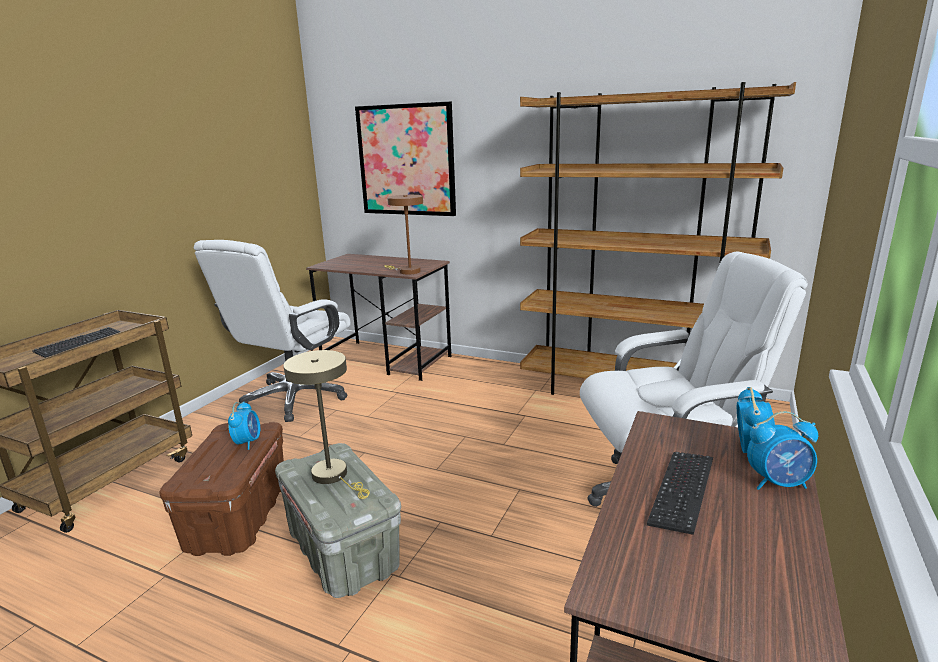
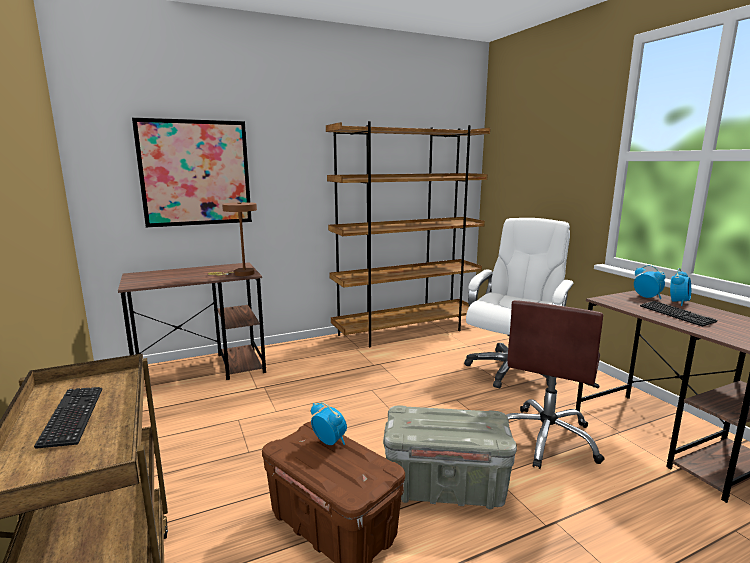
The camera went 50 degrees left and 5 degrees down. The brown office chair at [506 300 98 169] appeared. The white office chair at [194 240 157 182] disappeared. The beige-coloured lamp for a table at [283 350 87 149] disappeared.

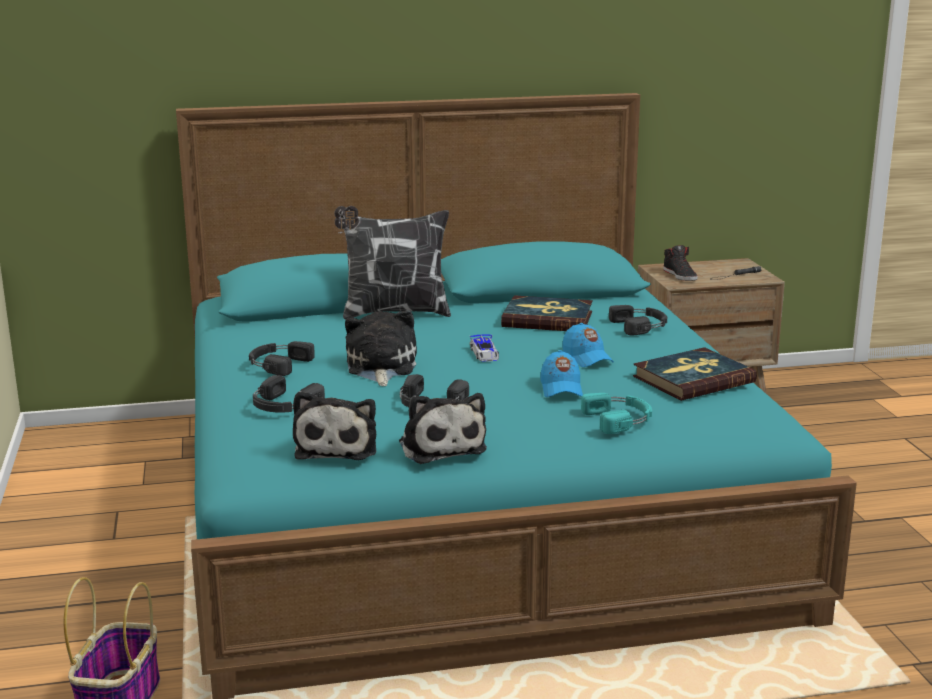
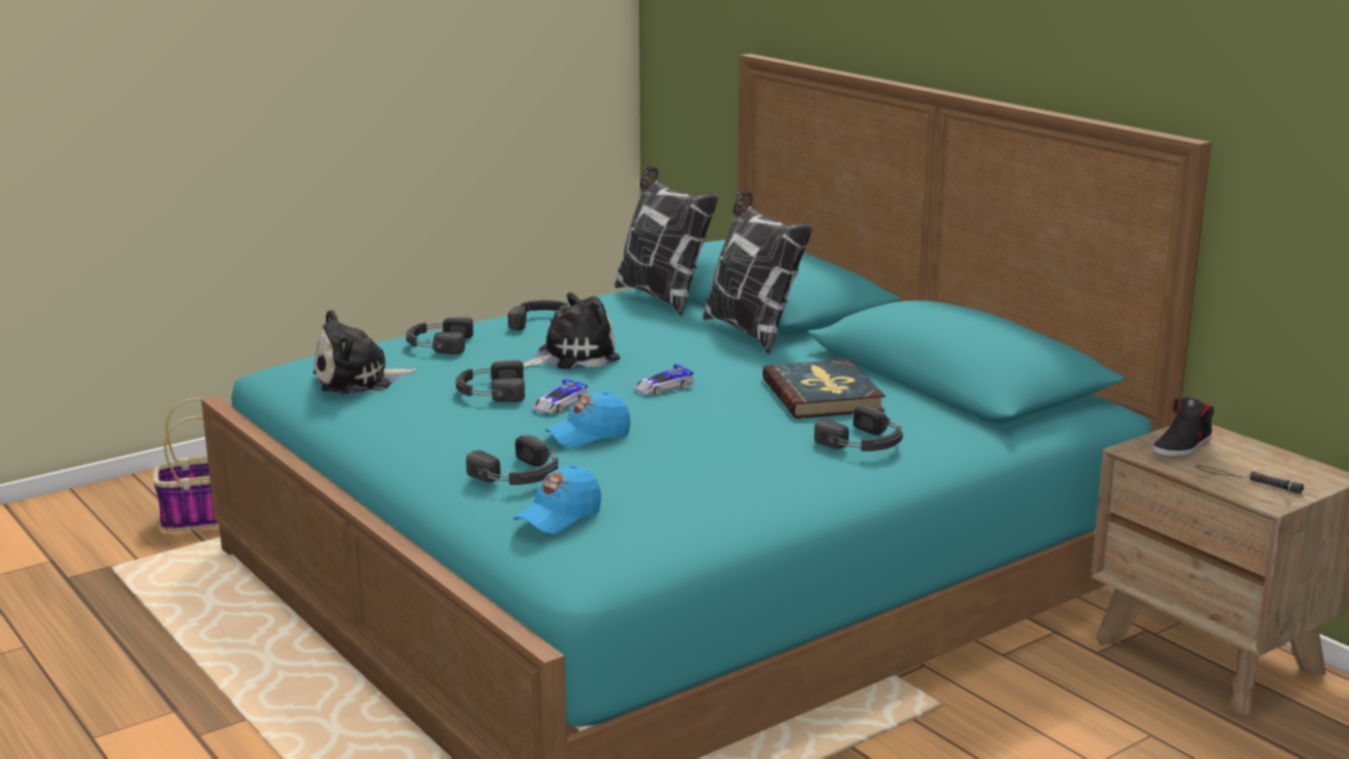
The camera went 65 degrees right and 0 degrees up. The turquoise-coloured pair of headphones at [581 393 71 41] became the blackish pair of headphones at [466 435 92 50]. The bluish peaked cap moved from [562 323 52 44] to [513 465 88 69]. The miniature car at [533 379 55 35] appeared. The pillow at [615 165 103 151] appeared. The cuddly toy at [399 393 88 71] disappeared. The book at [633 347 124 54] disappeared.

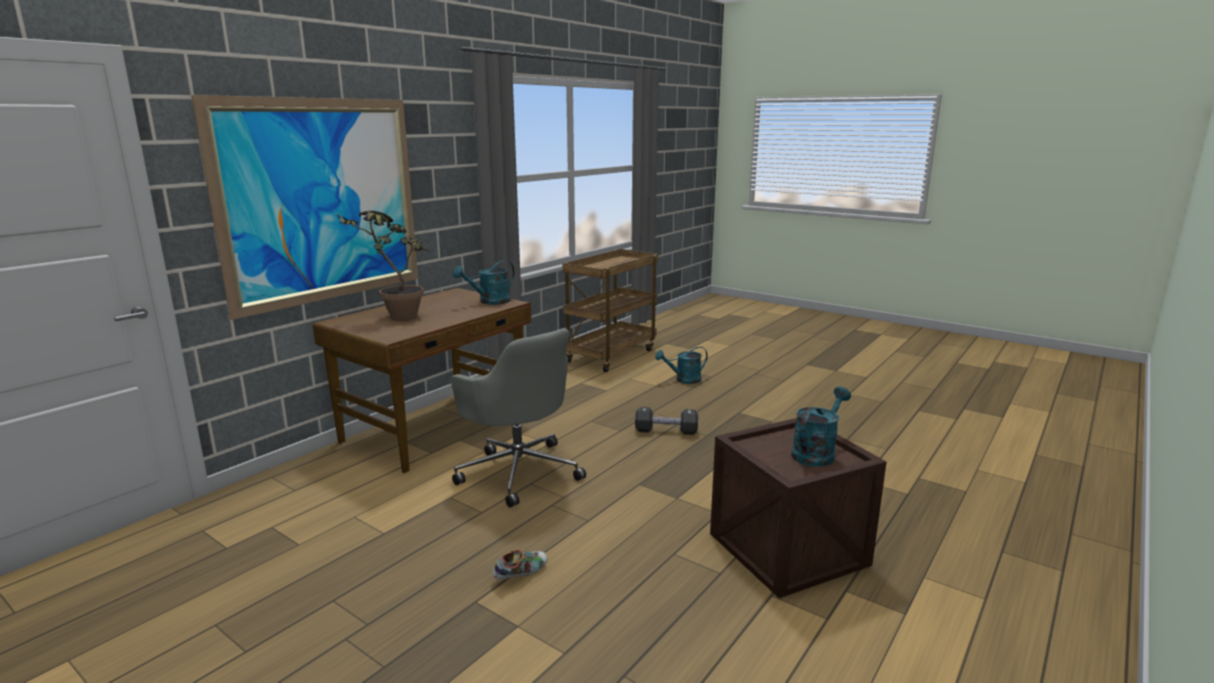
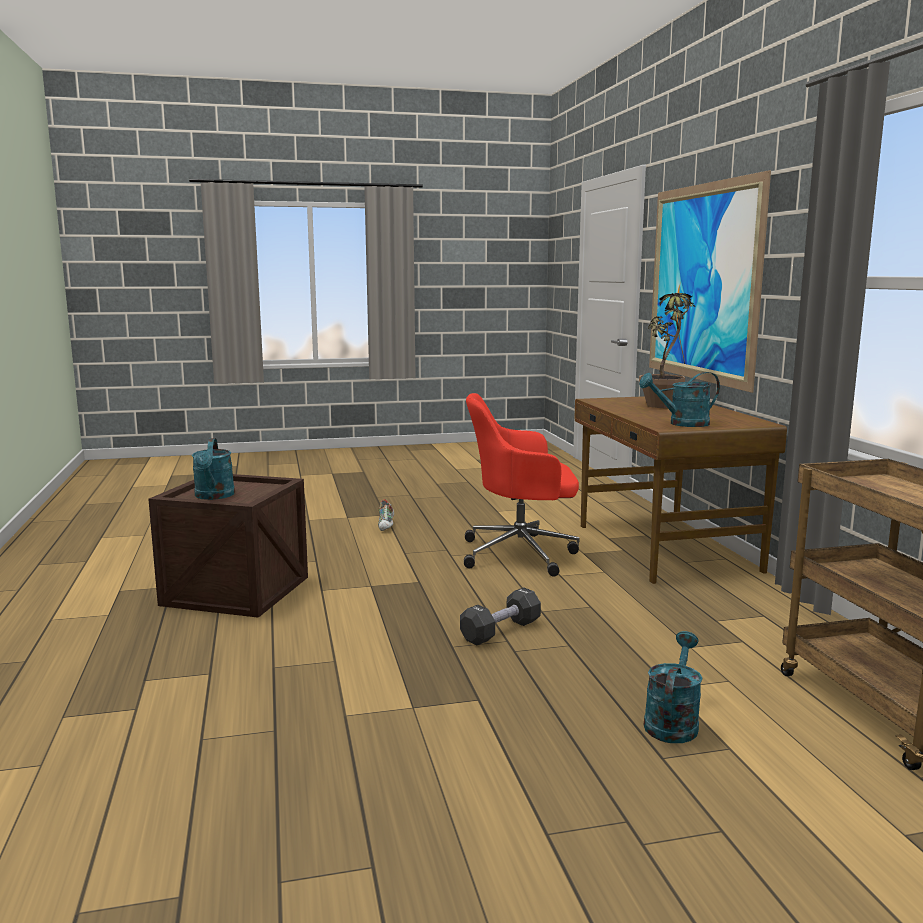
The camera went 130 degrees right and 5 degrees down. The greyish office chair at [451 328 135 179] became the red office chair at [464 393 115 184]. The turquoise-coloured sprinkling can at [453 260 62 45] turned 105 degrees counterclockwise.

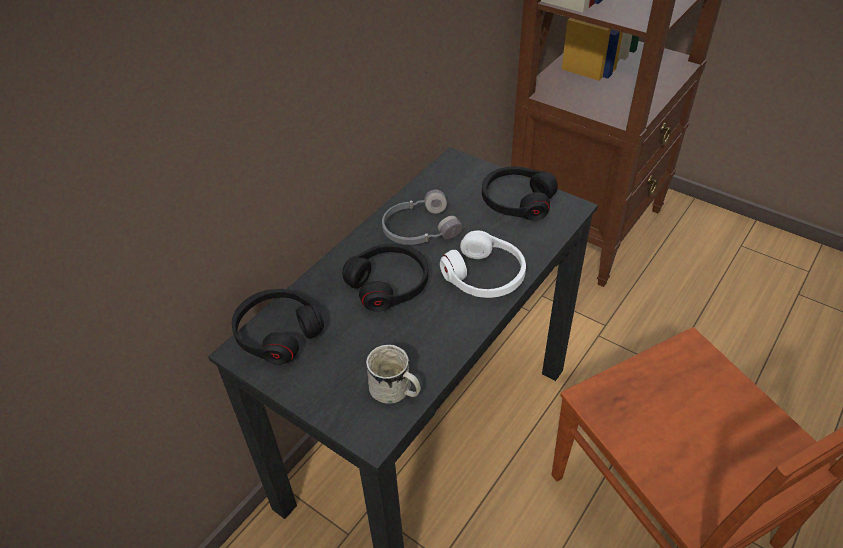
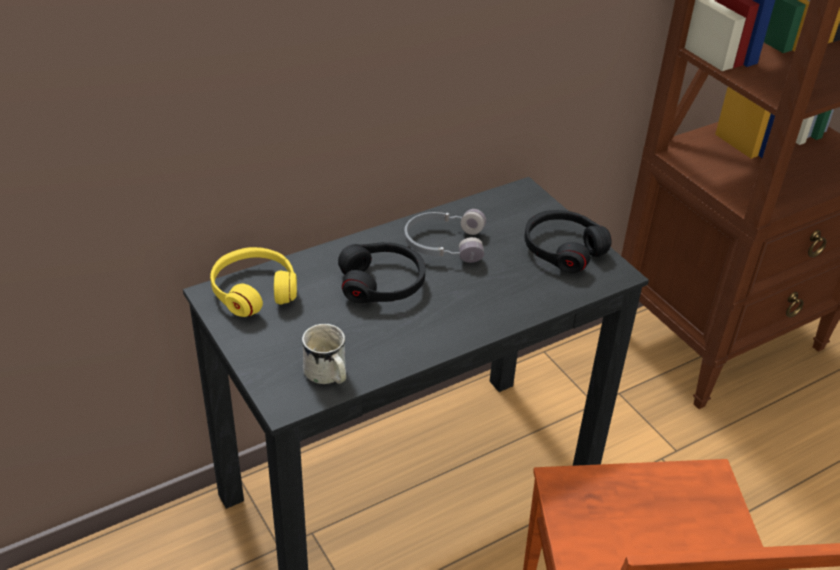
The camera went 20 degrees right and 5 degrees down. The blackish pair of headphones at [232 289 92 76] became the yellow-coloured pair of headphones at [210 247 87 70]. The white pair of headphones at [440 230 86 68] disappeared.

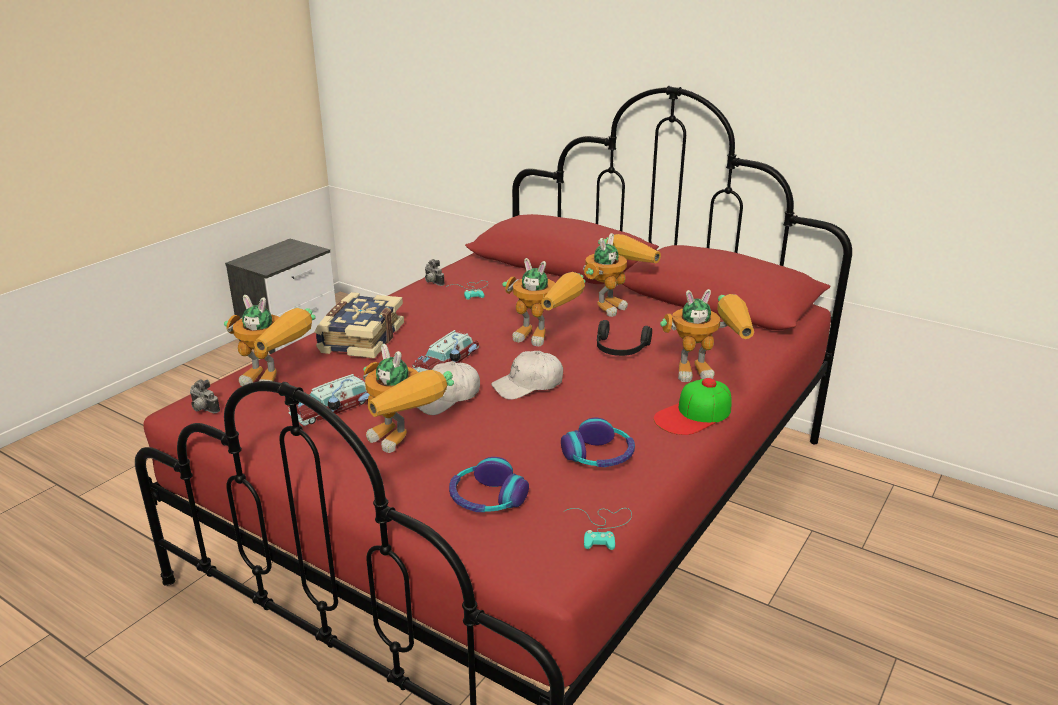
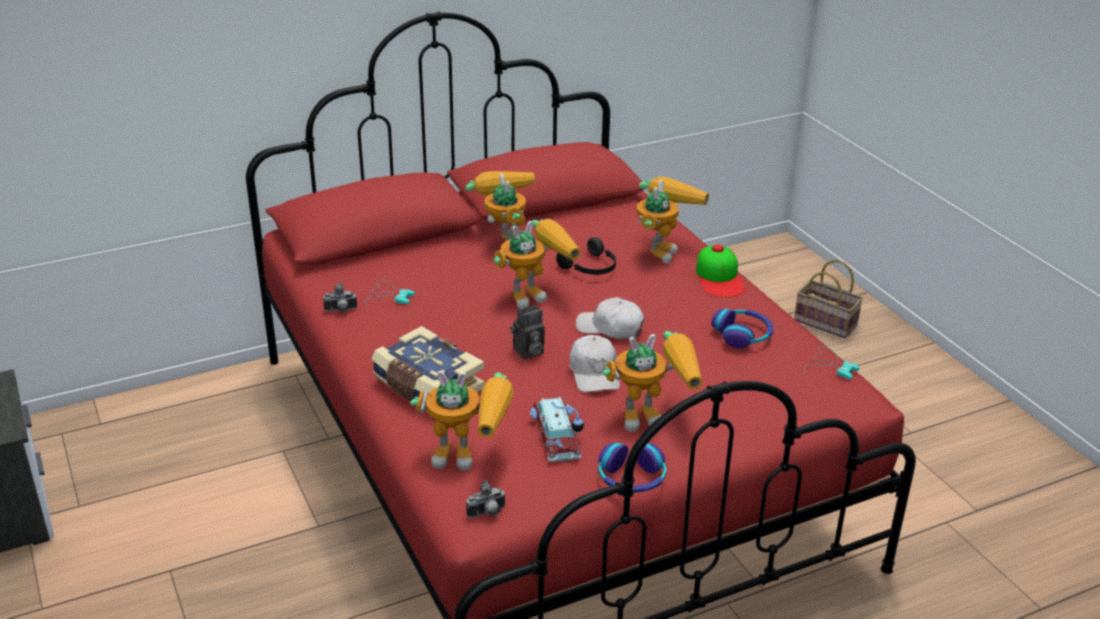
The camera went 60 degrees left and 5 degrees up. The toy robot at [224 295 92 91] turned 45 degrees clockwise. The miniature car at [412 330 67 42] was replaced by the photo camera at [510 305 35 54]. The white peaked cap at [491 351 72 49] turned 105 degrees clockwise. The pair of headphones moved from [449 457 80 55] to [598 443 69 50]. The household basket at [794 259 70 79] appeared.

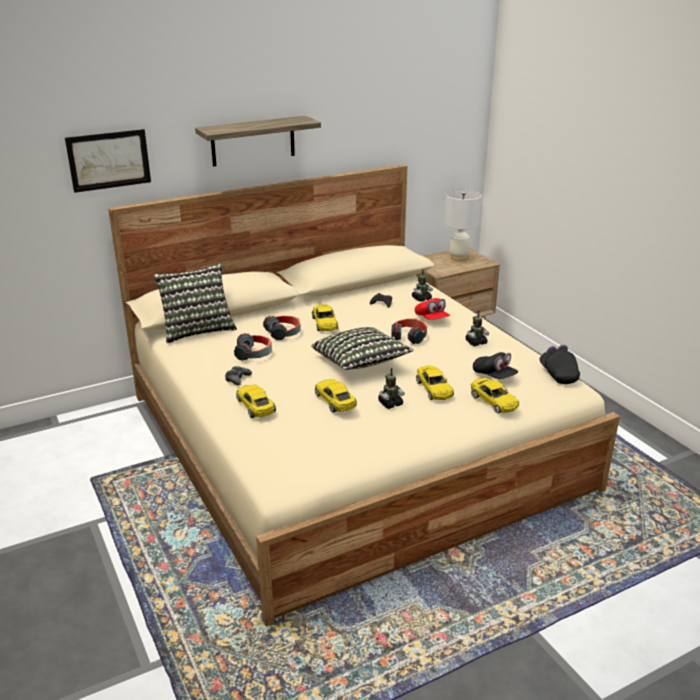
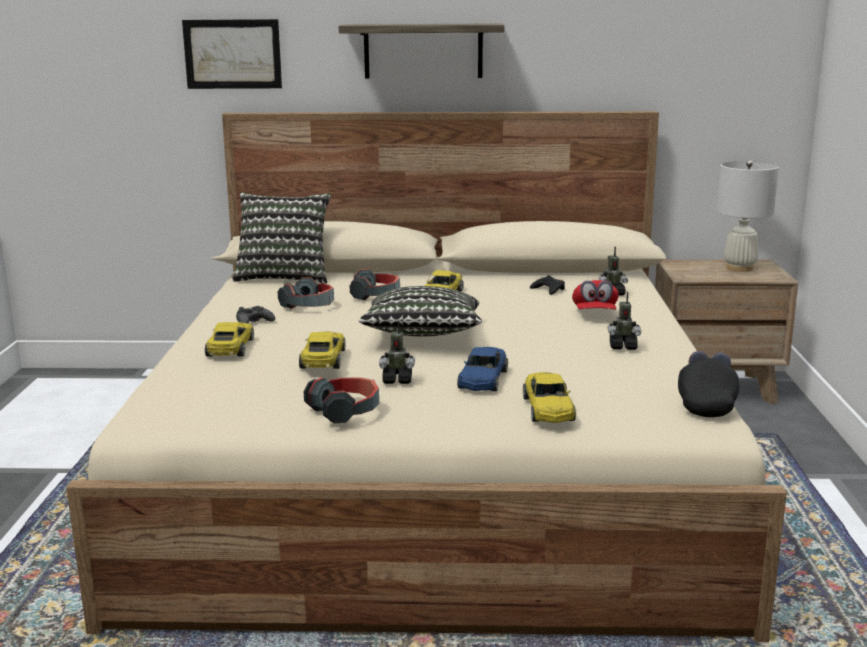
The camera went 30 degrees right and 10 degrees down. The pair of headphones moved from [391 318 36 26] to [304 377 75 47]. The yellow-coloured miniature car at [416 366 38 34] became the bluish miniature car at [457 347 51 44]. The blackish peaked cap at [473 352 45 27] disappeared.

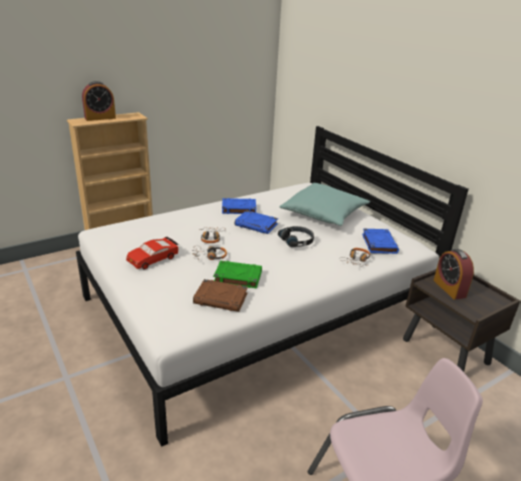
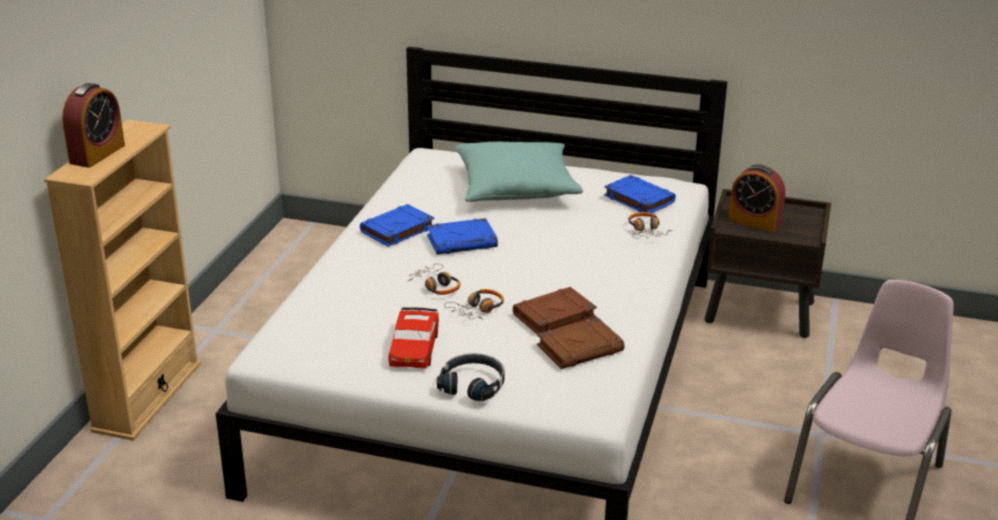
The camera went 40 degrees left and 0 degrees up. The blackish pair of headphones moved from [278 226 36 21] to [437 353 67 48]. The green-coloured book at [213 261 49 27] became the brown book at [513 287 84 47].

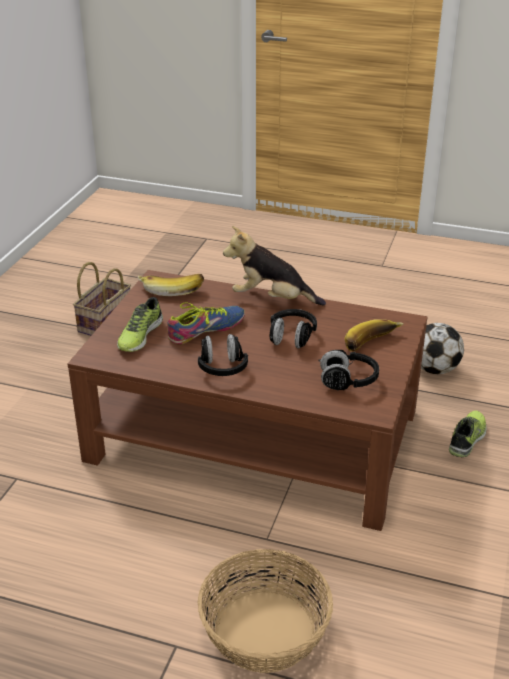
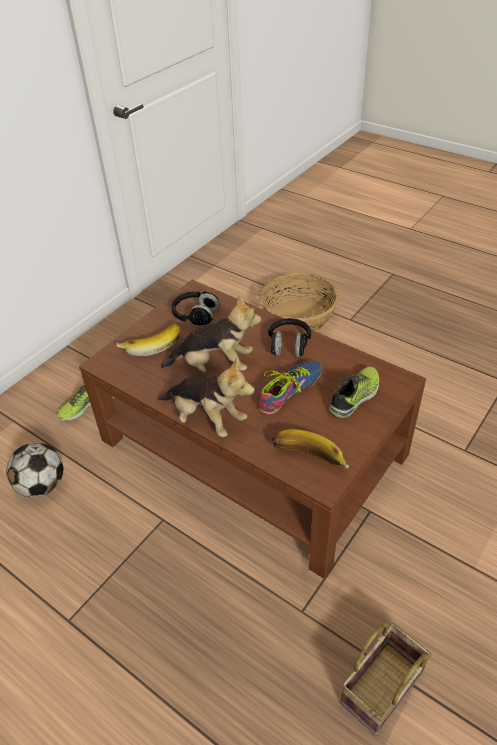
The camera went 160 degrees left and 10 degrees up. The blackish pair of headphones at [270 309 47 40] was replaced by the cuddly toy at [161 295 100 77]. The low shoe at [167 302 78 42] turned 150 degrees clockwise.

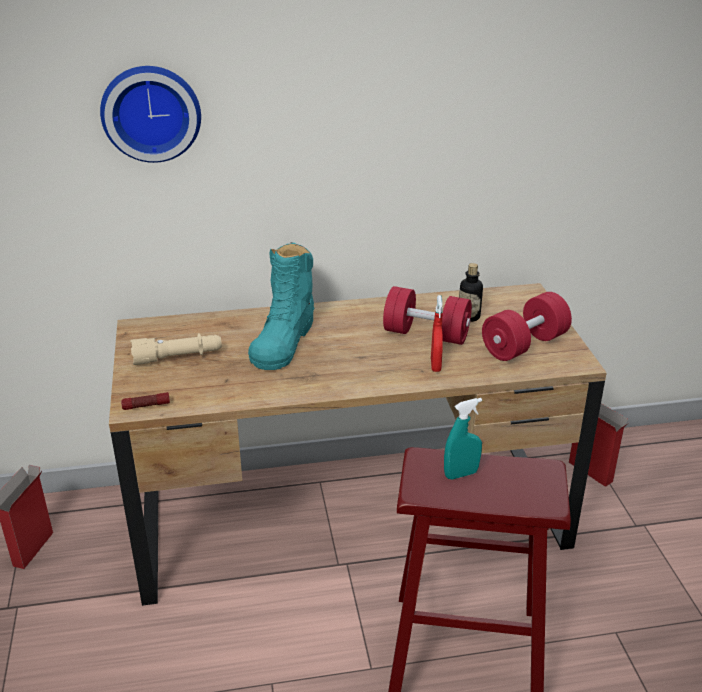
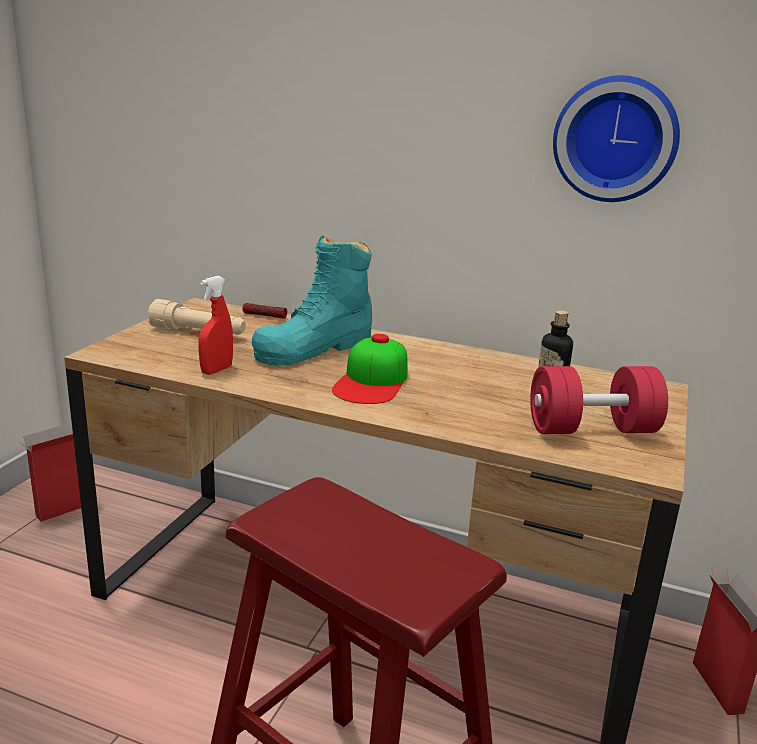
The camera went 30 degrees right and 10 degrees down. The red spray bottle moved from [431 295 12 77] to [199 276 34 99]. The hand torch moved from [121 392 49 18] to [242 303 45 16]. The peaked cap at [332 334 76 70] appeared. The wall clock moved from [100 66 101 97] to [553 75 127 127]. The red dumbbell at [383 286 89 59] disappeared. The turquoise-coloured spray bottle at [444 398 38 81] disappeared.

